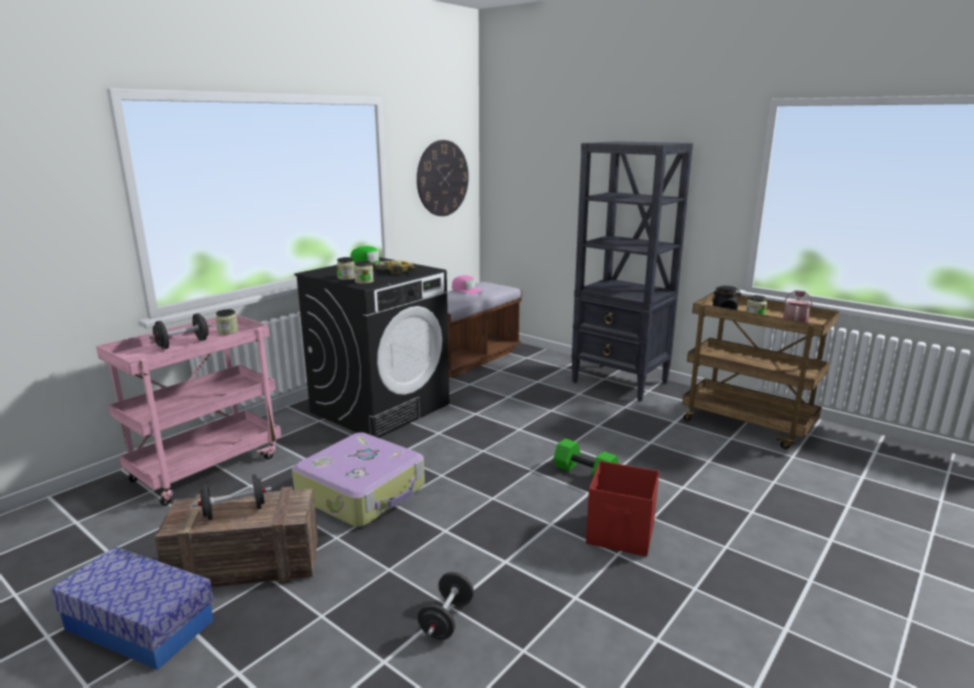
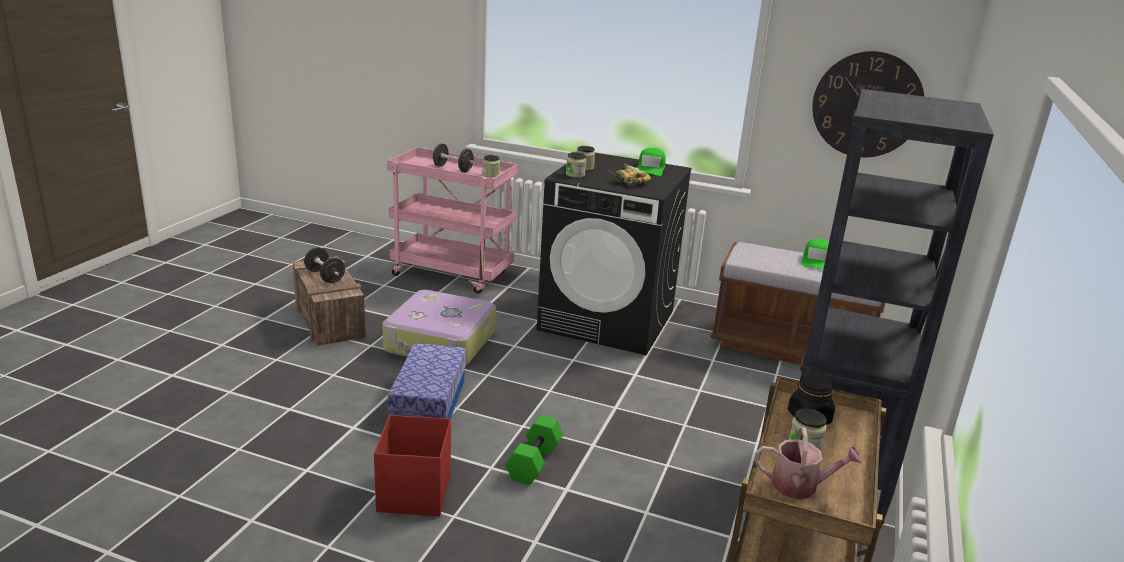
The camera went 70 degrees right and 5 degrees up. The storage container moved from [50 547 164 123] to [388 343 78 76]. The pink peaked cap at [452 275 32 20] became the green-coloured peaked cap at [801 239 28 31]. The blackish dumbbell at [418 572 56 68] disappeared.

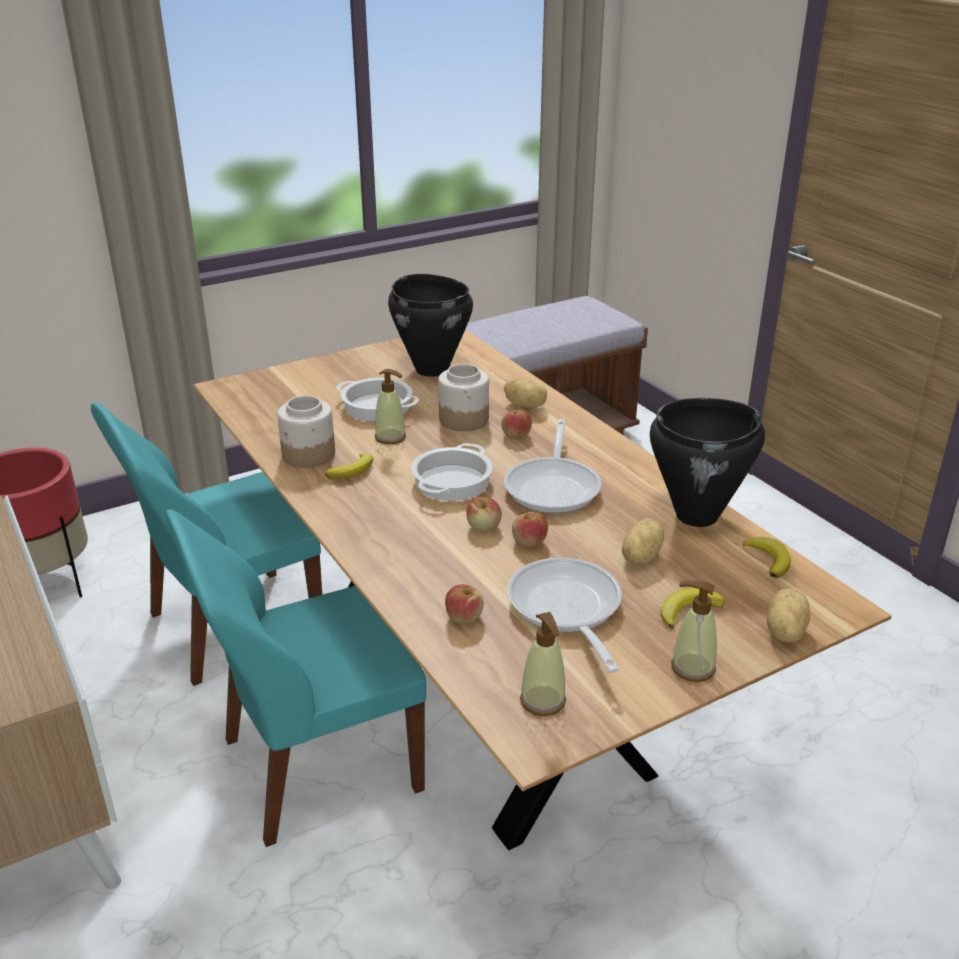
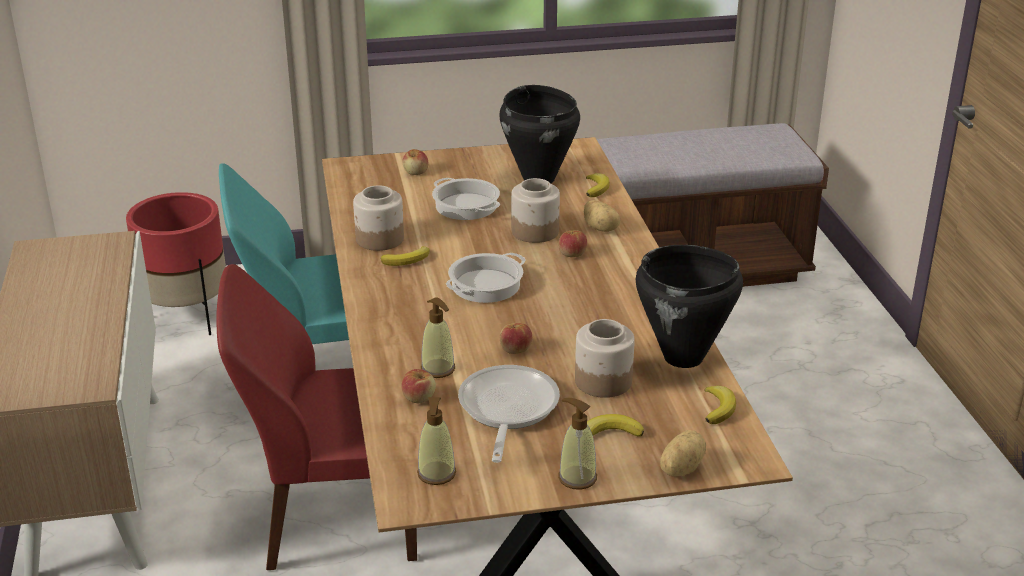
The camera went 20 degrees right and 0 degrees up. The turquoise-coloured plain chair at [166 509 260 338] became the red plain chair at [216 264 201 306]. The whole apple moved from [466 497 36 35] to [402 149 27 26]. The soap dispenser moved from [375 369 31 75] to [421 297 34 81]. The spud at [622 518 42 46] was replaced by the storage jar at [575 319 60 79]. The banana at [586 173 24 24] appeared. The pan at [504 419 97 94] disappeared.

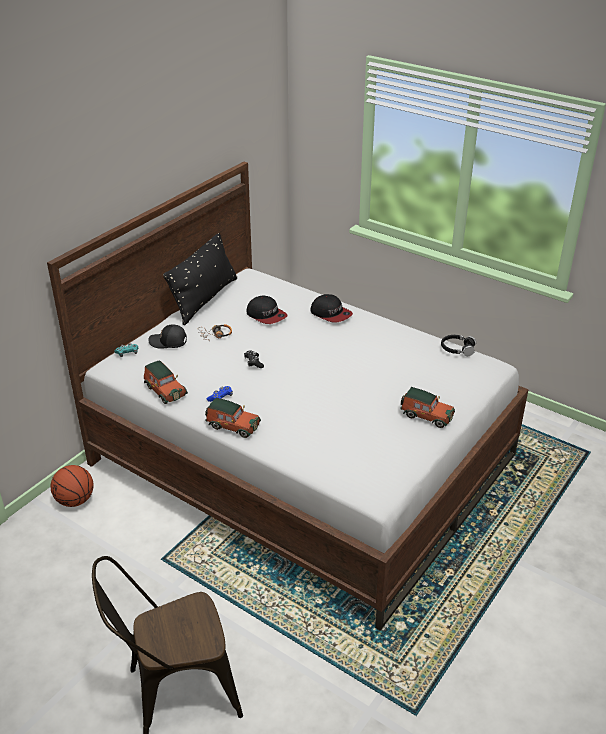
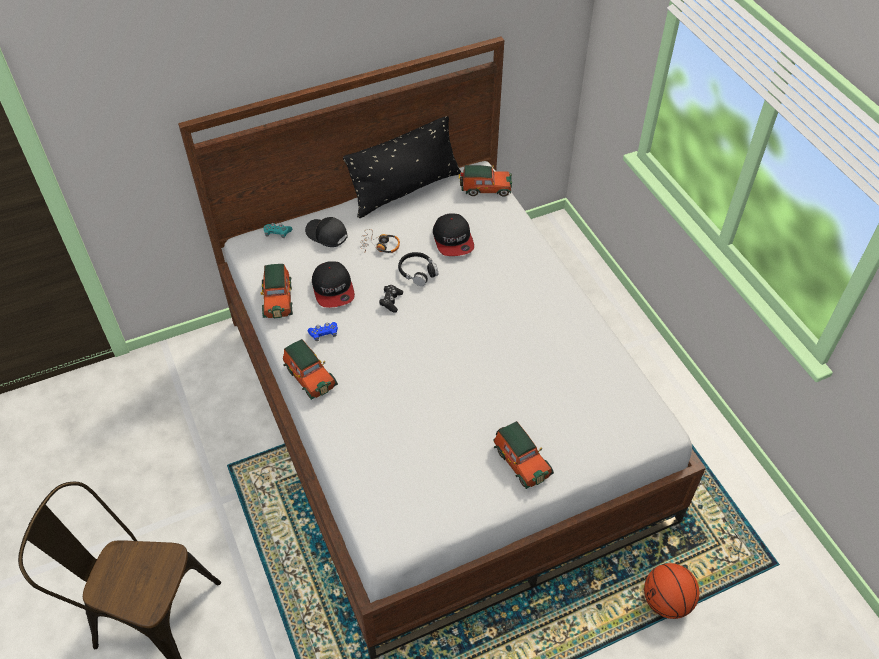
The camera went 30 degrees right and 15 degrees up. The peaked cap moved from [311 294 42 28] to [312 261 43 47]. The blackish pair of headphones moved from [441 335 35 21] to [398 252 40 34]. The miniature car at [459 165 53 31] appeared. The basketball moved from [51 465 43 42] to [644 563 55 56].

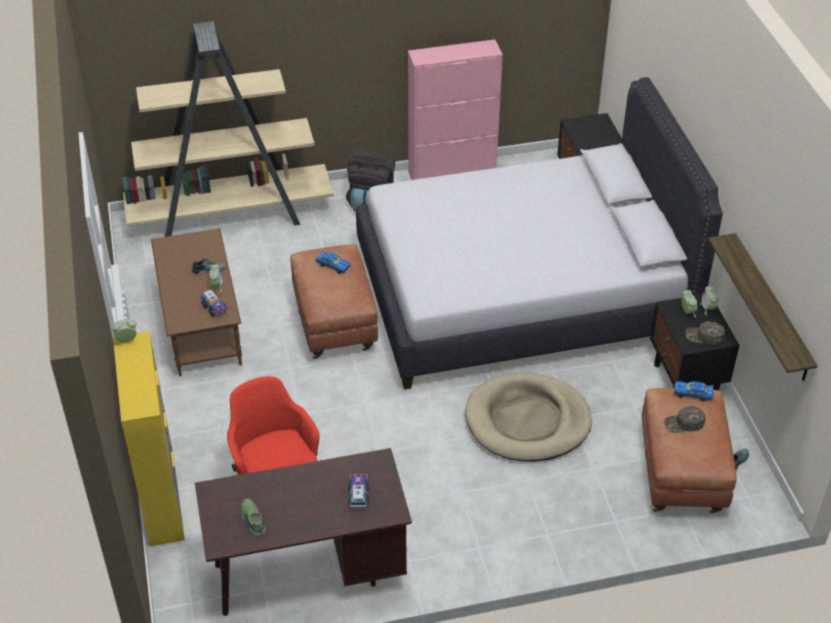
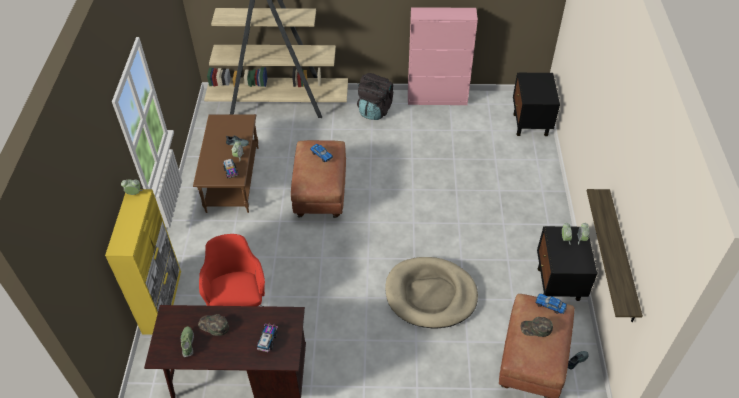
The camera went 15 degrees right and 5 degrees up. The green-coloured peaked cap moved from [685 321 40 24] to [198 315 31 21]. The white bed at [356 77 367 313] disappeared.

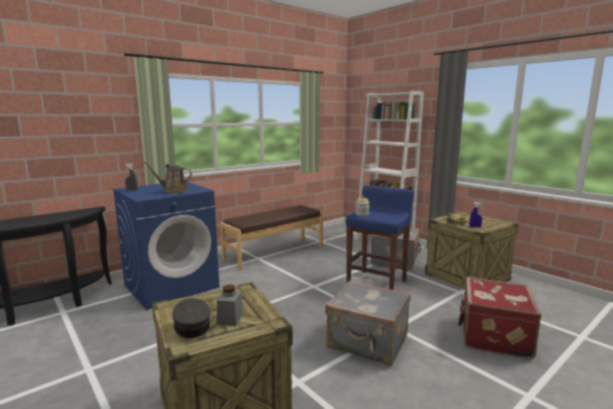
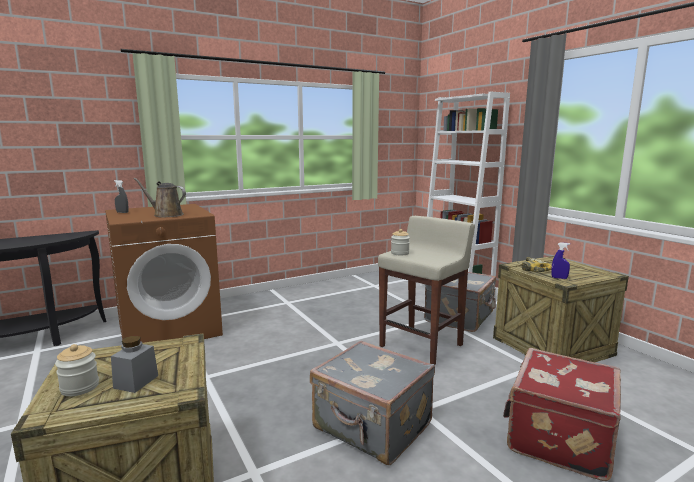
The camera went 10 degrees right and 0 degrees up. The greyish peaked cap at [172 298 39 40] was replaced by the storage jar at [55 344 44 52]. The bluish laundry machine at [113 182 106 128] became the brown laundry machine at [105 204 118 139]. The bluish stool seat at [346 186 69 104] became the beige-coloured stool seat at [378 216 97 149]. The brown bench at [220 205 103 65] disappeared.

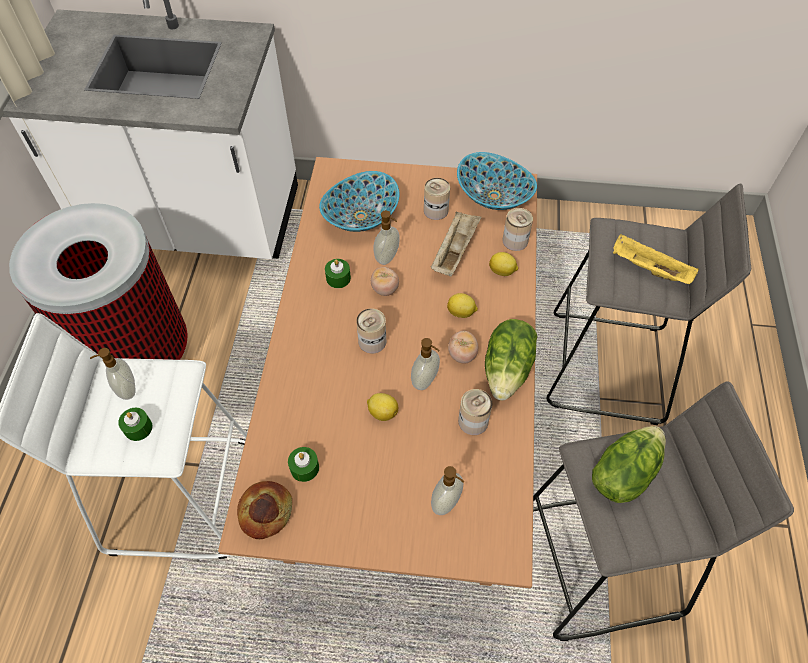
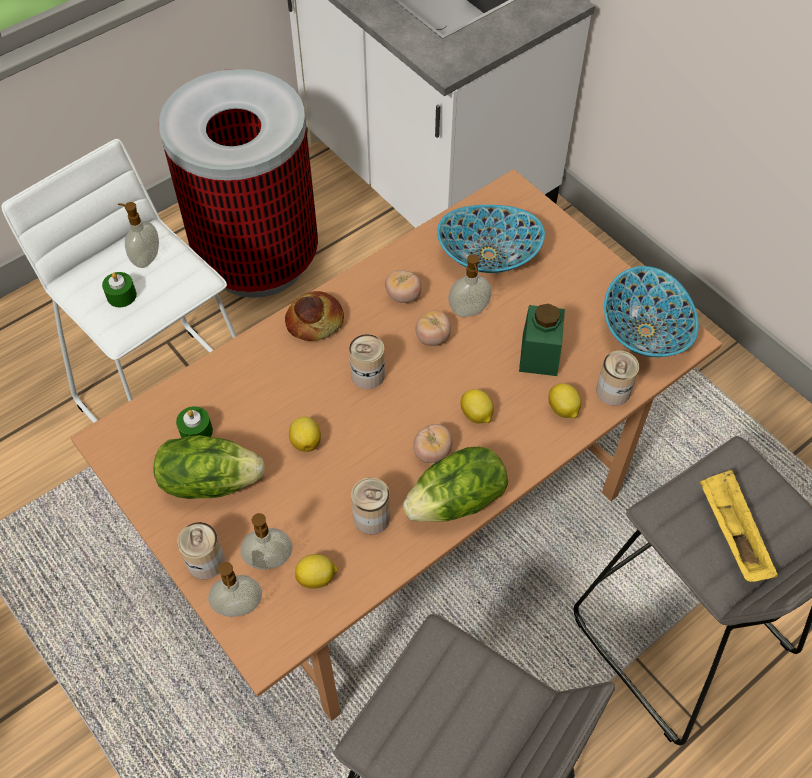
The camera went 45 degrees right and 0 degrees up. The head of lettuce moved from [592 426 74 77] to [154 435 111 64]. The metal can moved from [424 178 26 42] to [177 522 48 57]. The soap dispenser moved from [411 338 29 52] to [208 562 54 55]. The baked bread moved from [237 481 55 58] to [285 291 59 50]. The whole lemon at [295 554 43 35] appeared. The green-coloured candle at [325 259 26 29] was replaced by the fresh tomato at [385 270 37 33]. The beige-coloured carrying tray at [431 211 51 65] was replaced by the green-coloured storage jar at [519 303 46 73].

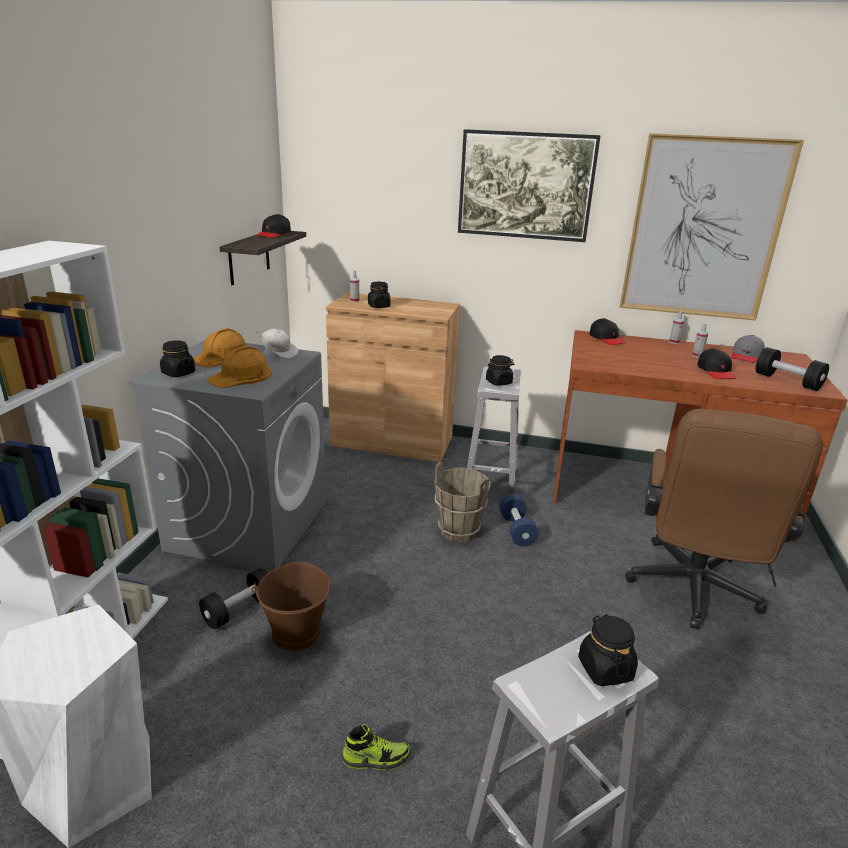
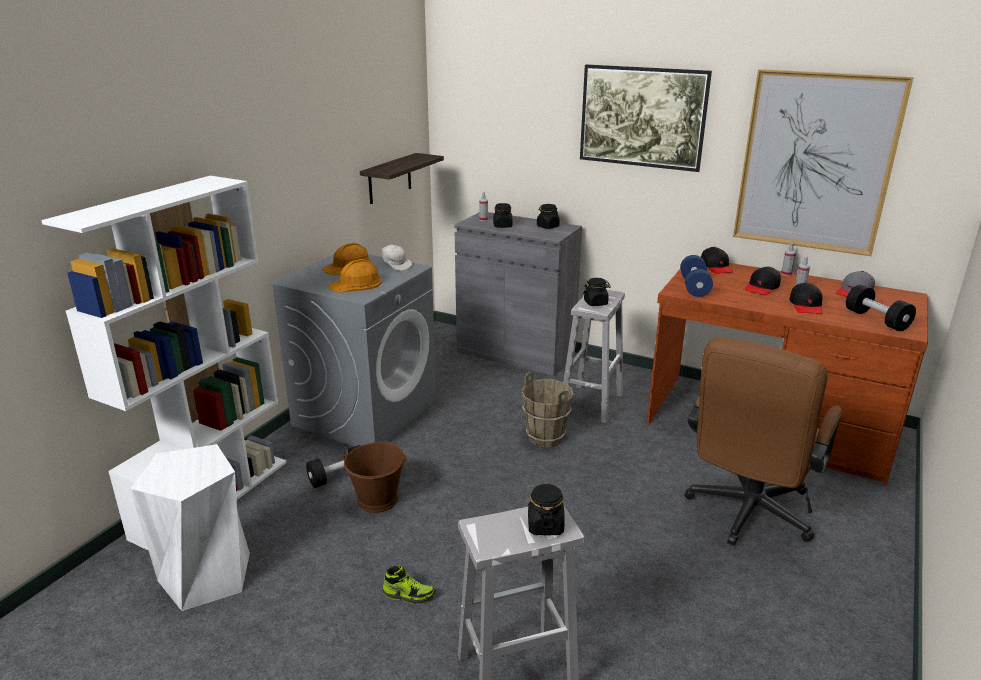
The camera went 15 degrees right and 0 degrees up. The brown cabinet at [326 292 134 170] became the greyish cabinet at [454 212 128 164]. The blackish storage jar moved from [160 340 35 37] to [537 204 23 25]. The bluish dumbbell moved from [499 494 40 53] to [680 255 33 42]. The blackish peaked cap moved from [255 214 36 24] to [745 266 36 29].

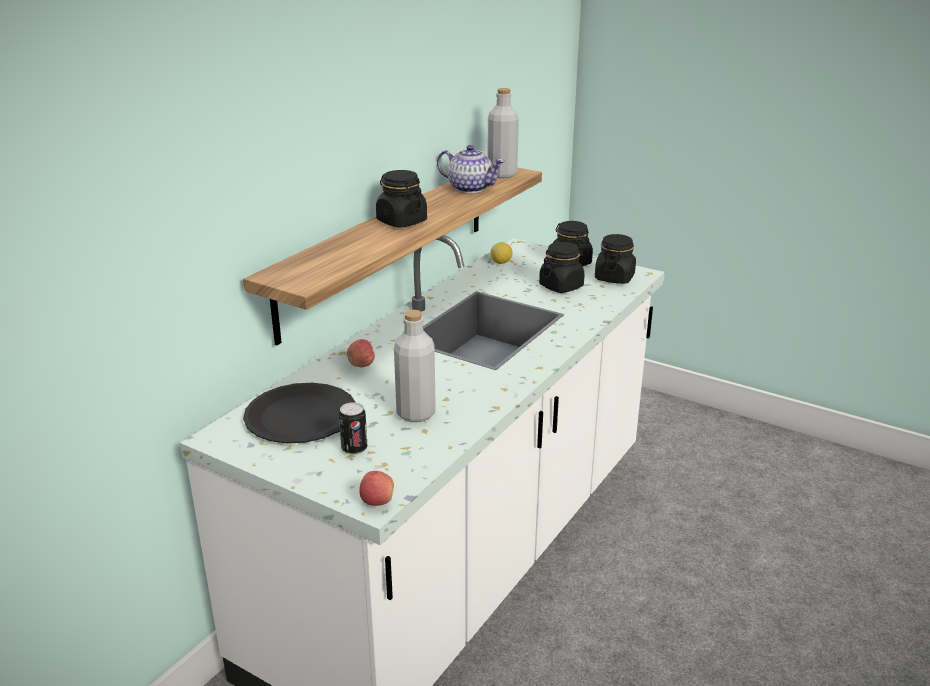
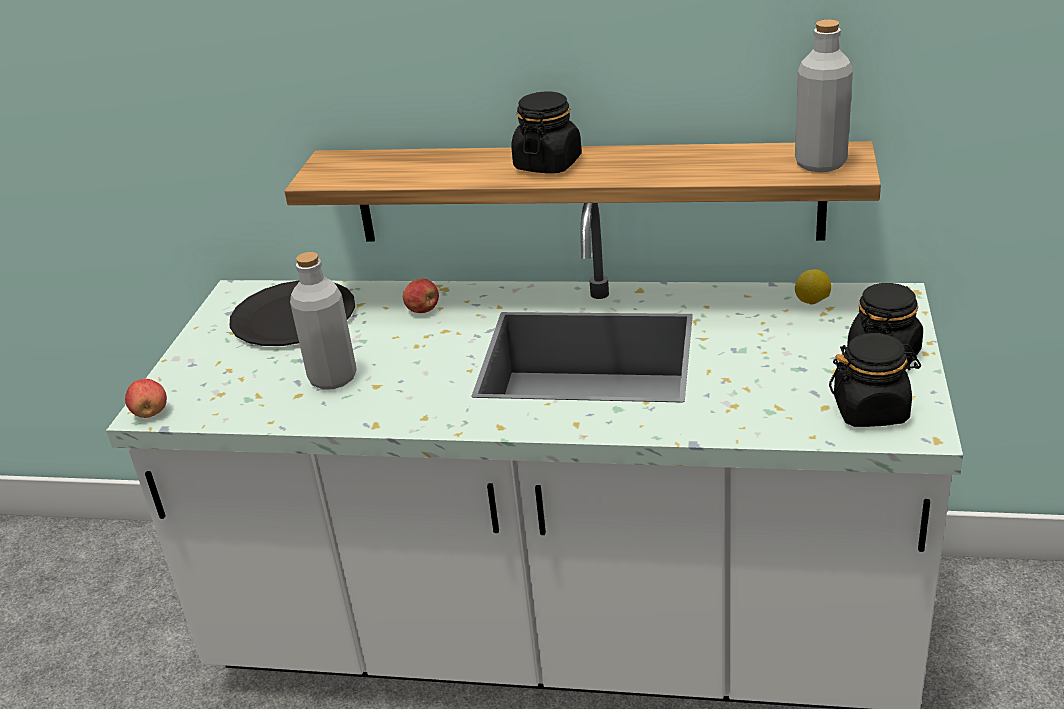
The camera went 70 degrees right and 5 degrees up. The metal can at [339 402 28 53] disappeared. The tea pot at [437 145 68 48] disappeared. The blackish storage jar at [539 242 46 51] disappeared.

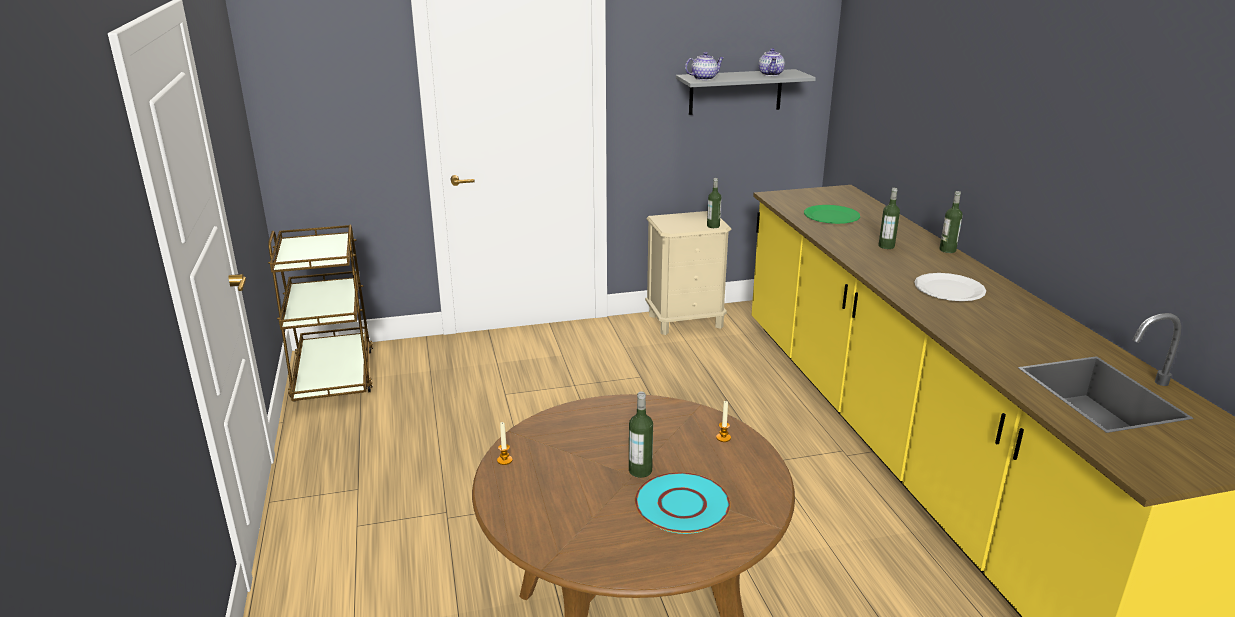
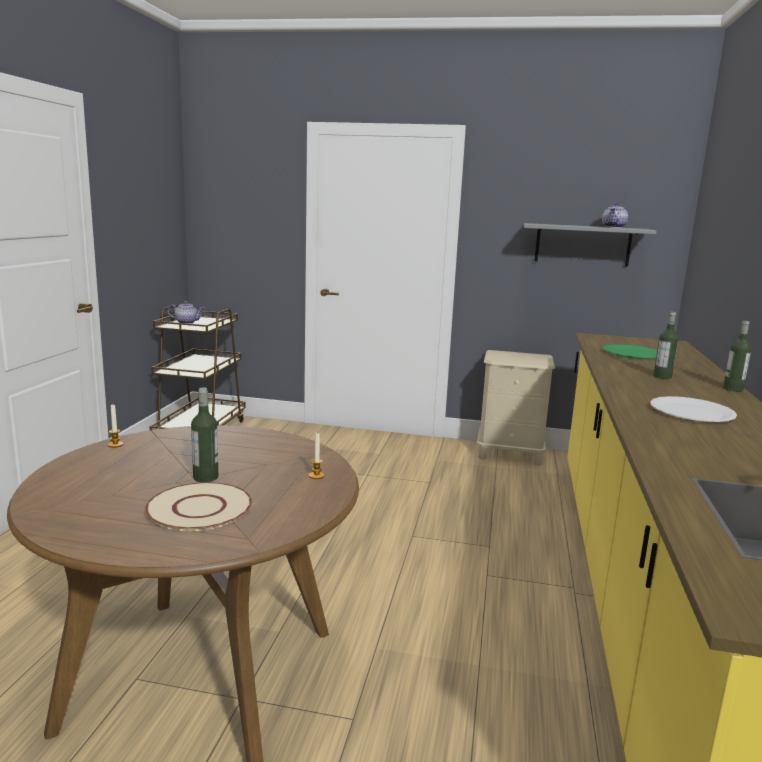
The camera went 25 degrees right and 10 degrees down. The turquoise-coloured plate at [635 472 96 62] became the beige-coloured plate at [145 482 107 49]. The tea pot moved from [685 52 38 28] to [168 301 37 23]. The bottle at [707 178 14 50] disappeared.

